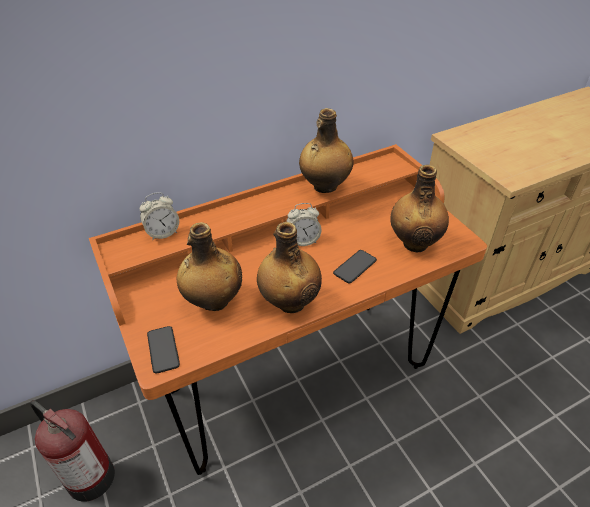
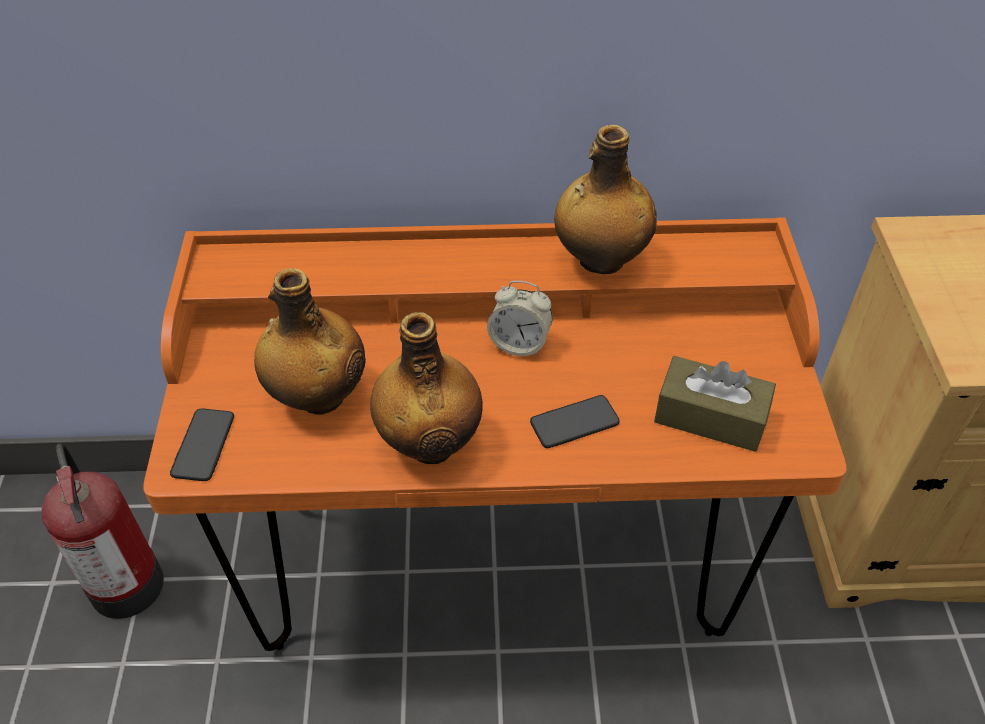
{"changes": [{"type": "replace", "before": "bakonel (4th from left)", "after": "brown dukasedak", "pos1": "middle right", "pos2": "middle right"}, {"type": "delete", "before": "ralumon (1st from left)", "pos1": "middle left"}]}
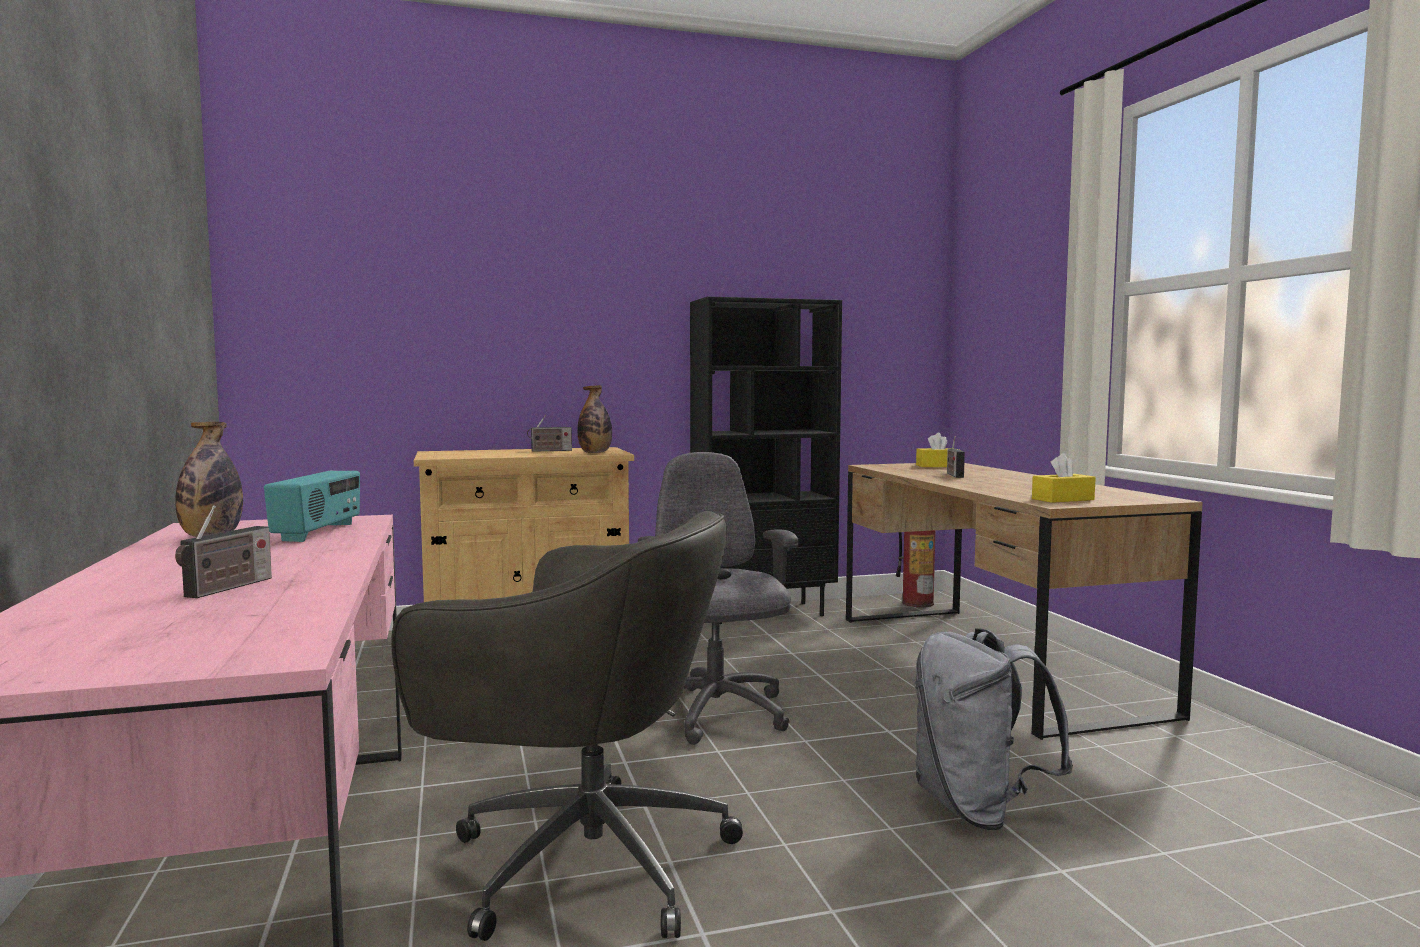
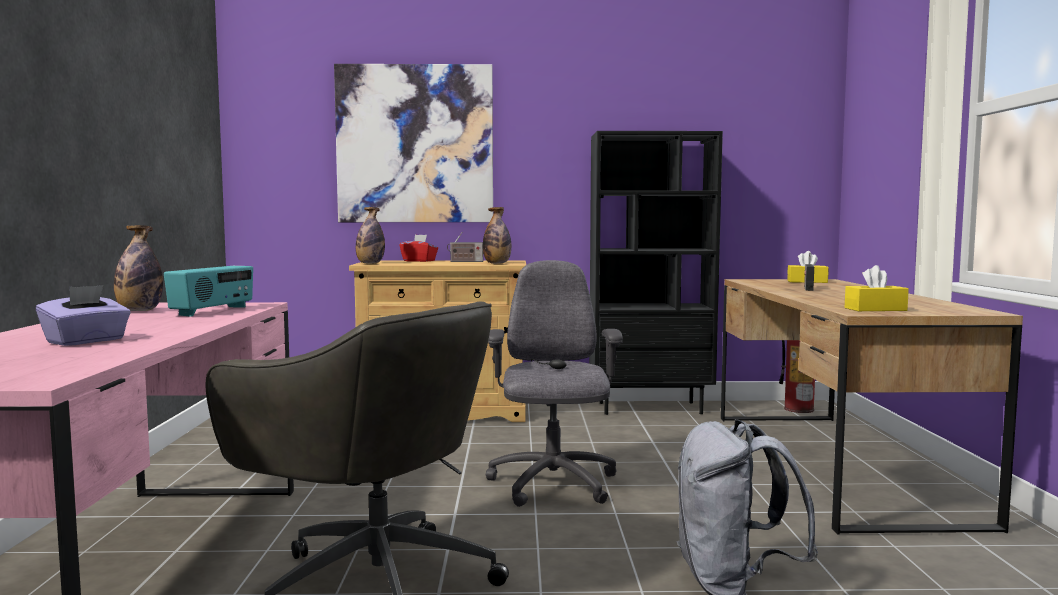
{"changes": [{"type": "replace", "before": "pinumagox (1st from left)", "after": "purple dukasedak", "pos1": "middle left", "pos2": "middle left"}, {"type": "insert", "after": "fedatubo", "pos2": "top centre"}, {"type": "insert", "after": "bakonel (2nd from left)", "pos2": "centre"}, {"type": "insert", "after": "red dukasedak", "pos2": "centre"}]}
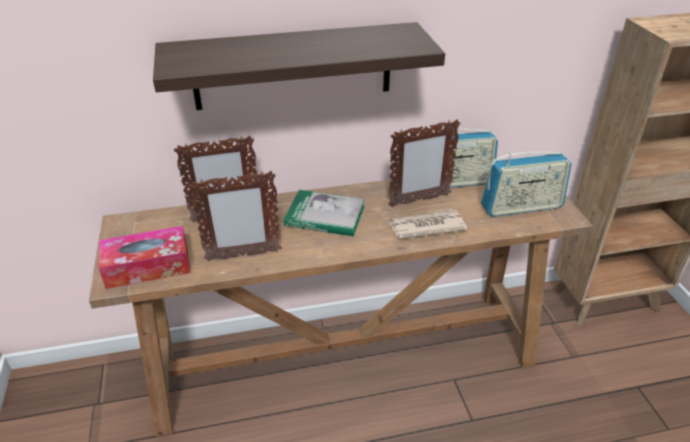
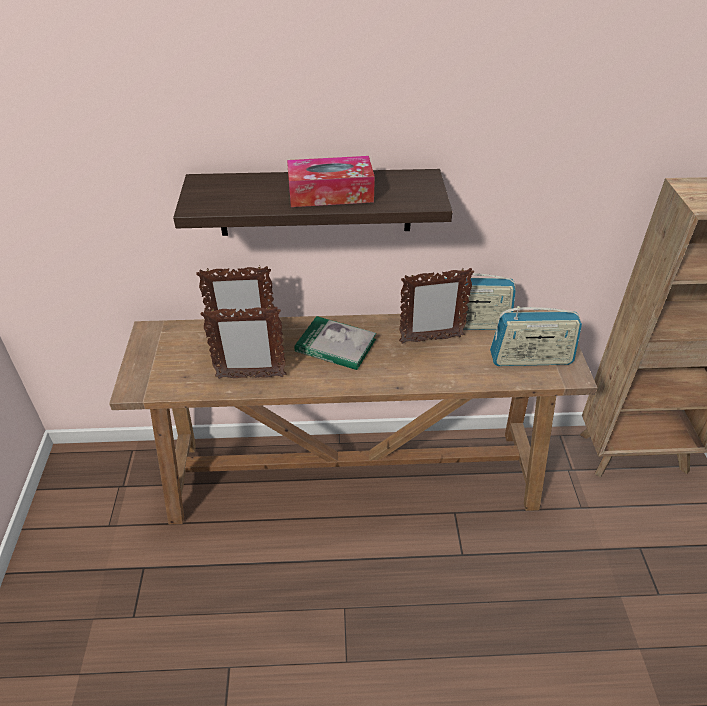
{"changes": [{"type": "delete", "before": "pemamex", "pos1": "centre"}, {"type": "move", "before": "dukasedak", "pos1": "middle left", "pos2": "top centre"}]}
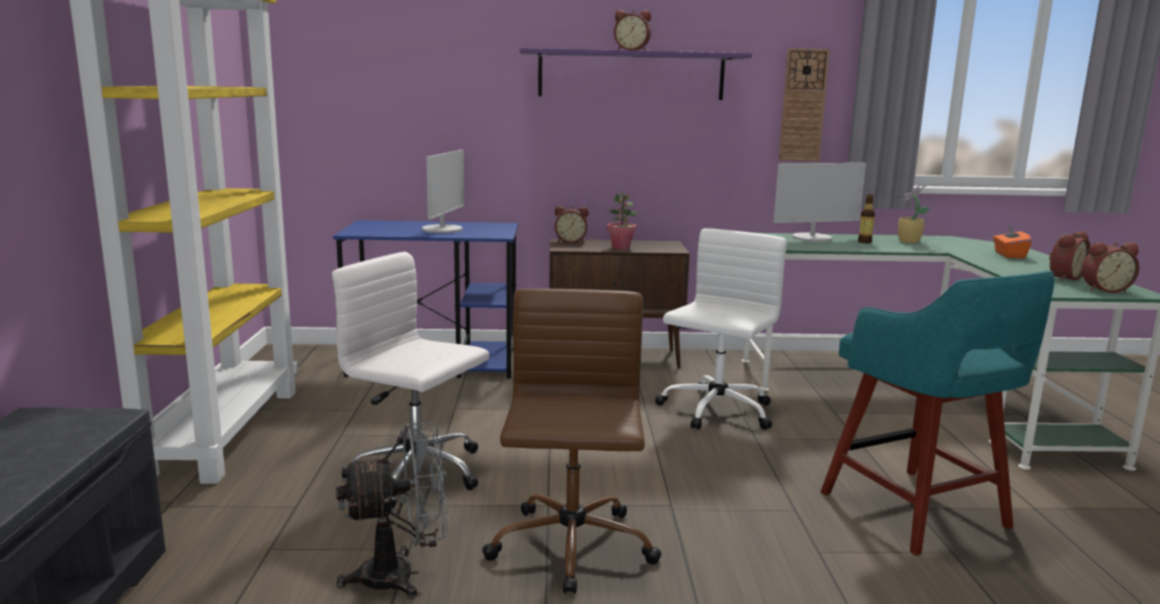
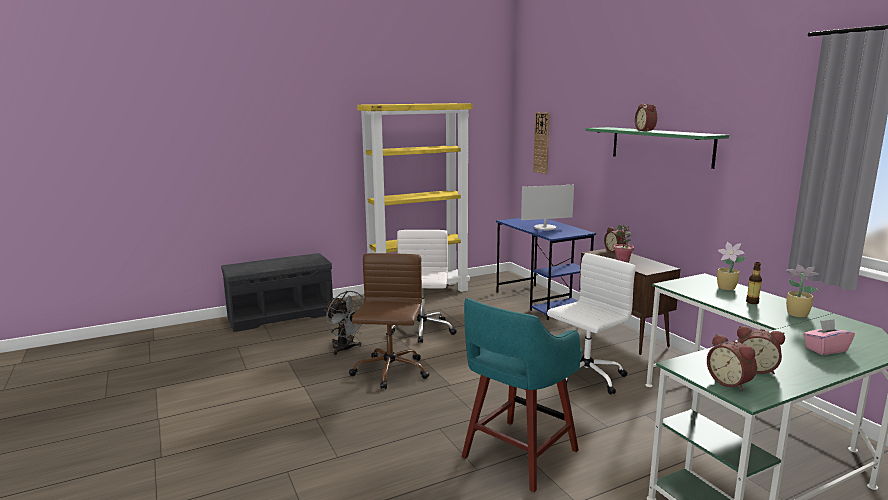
{"changes": [{"type": "recolor", "before": "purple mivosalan", "after": "green mivosalan", "pos1": "top centre", "pos2": "top right"}, {"type": "move", "before": "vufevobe", "pos1": "top right", "pos2": "top centre"}, {"type": "replace", "before": "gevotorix (2nd from left)", "after": "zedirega (2nd from left)", "pos1": "middle right", "pos2": "middle right"}, {"type": "recolor", "before": "orange dukasedak", "after": "pink dukasedak", "pos1": "middle right", "pos2": "bottom right"}, {"type": "rotate", "before": "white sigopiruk (2nd from left)", "pos1": "centre", "pos2": "centre", "turn": -45}, {"type": "rotate", "before": "brown sigopiruk", "pos1": "bottom centre", "pos2": "centre", "turn": -60}]}
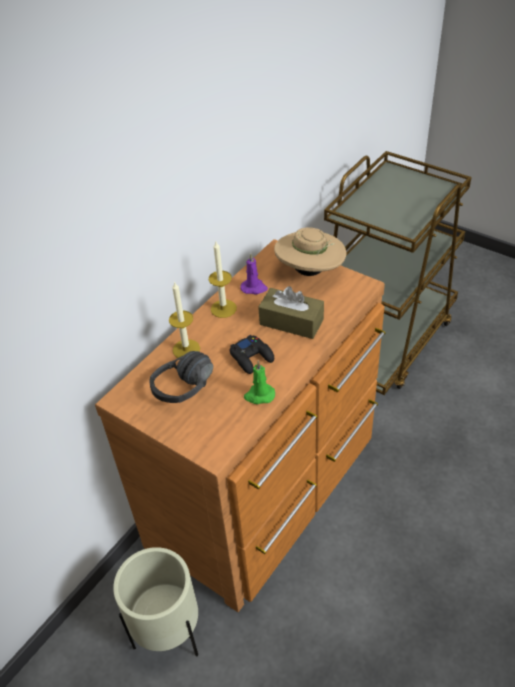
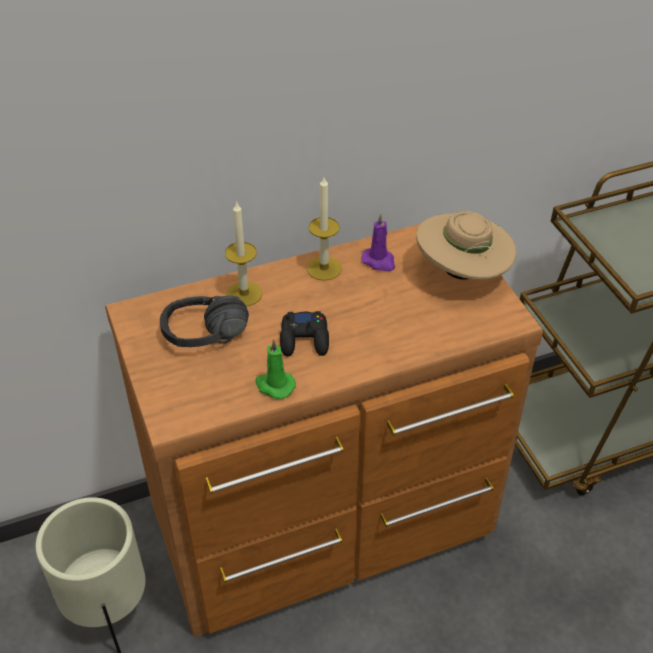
{"changes": [{"type": "delete", "before": "brown dukasedak", "pos1": "centre"}]}
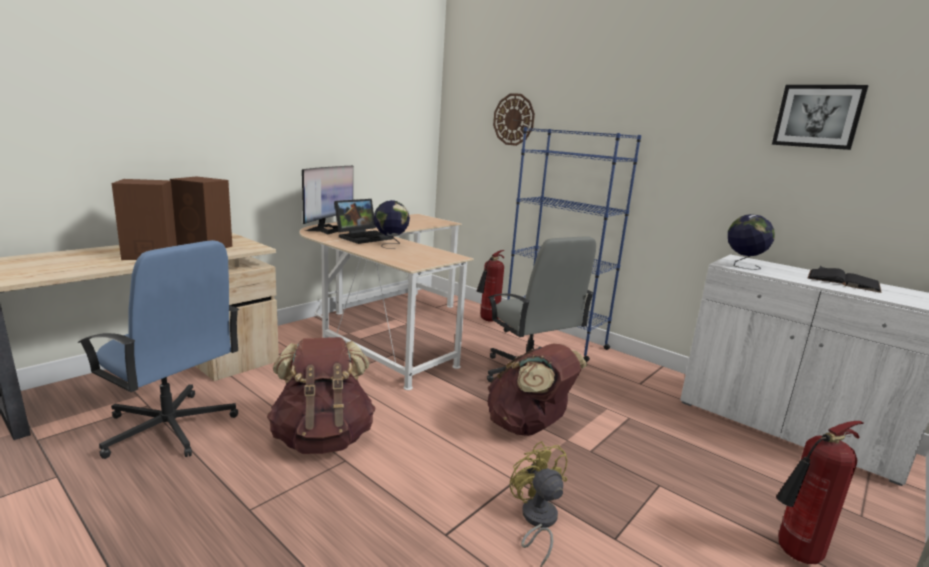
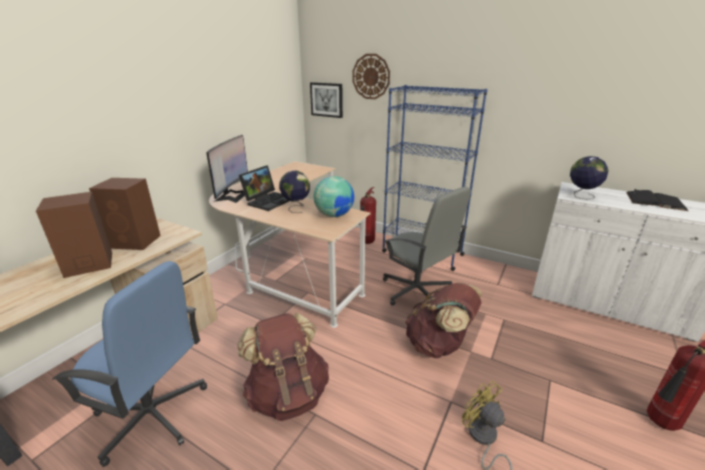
{"changes": [{"type": "move", "before": "fedatubo", "pos1": "top right", "pos2": "top centre"}, {"type": "insert", "after": "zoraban (2nd from left)", "pos2": "centre"}]}
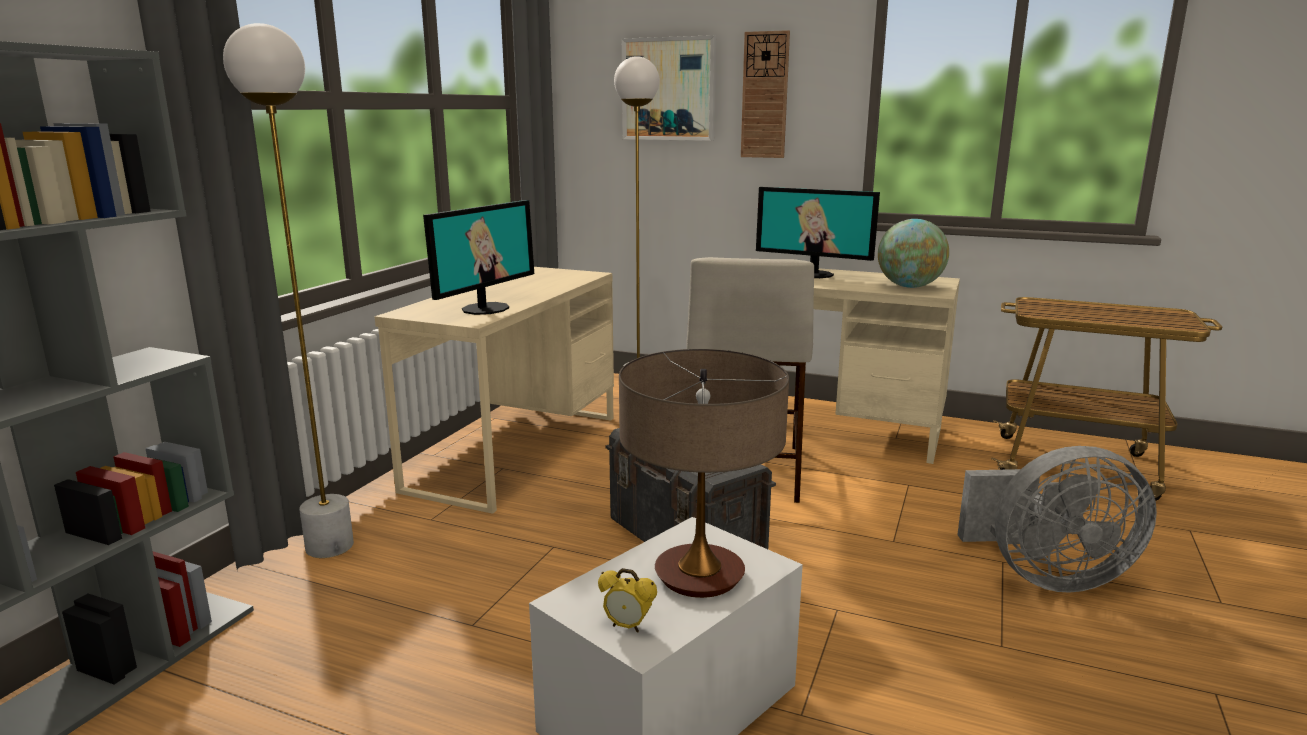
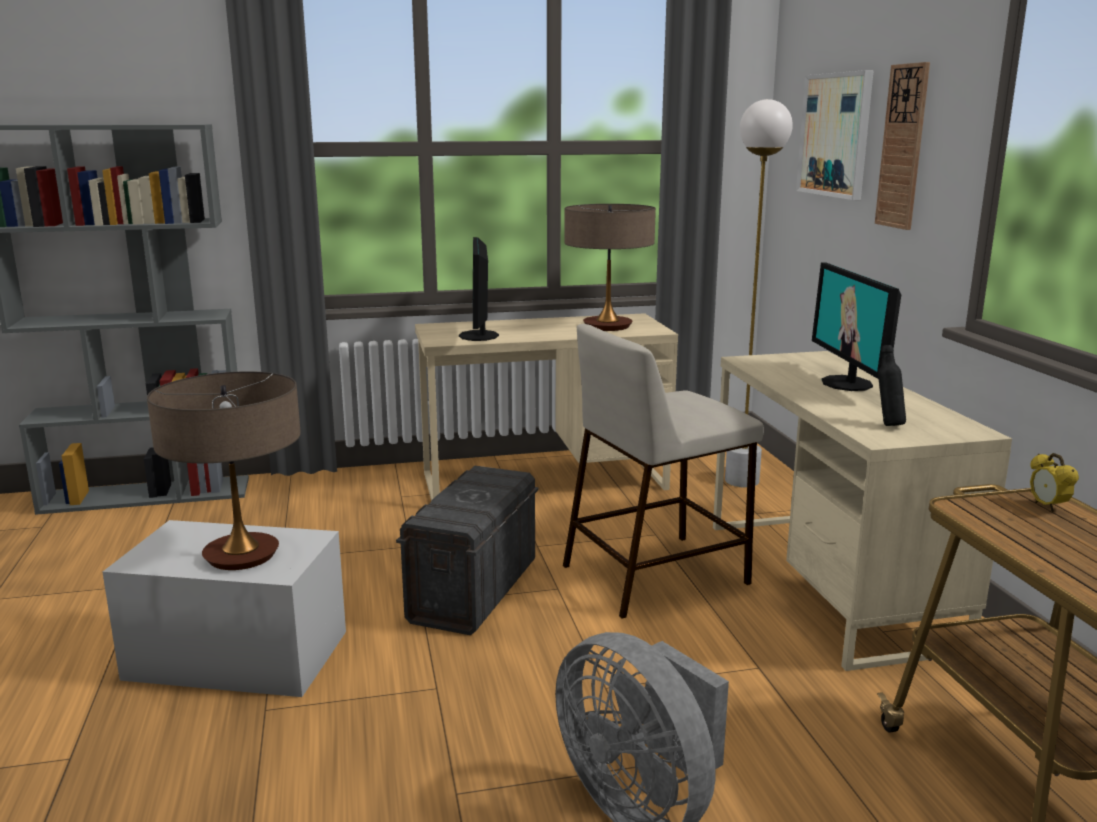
{"changes": [{"type": "delete", "before": "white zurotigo (1st from left)", "pos1": "middle left"}, {"type": "rotate", "before": "gevotorix (1st from left)", "pos1": "centre", "pos2": "centre", "turn": 90}, {"type": "replace", "before": "zoraban", "after": "black bakonel", "pos1": "middle right", "pos2": "middle right"}, {"type": "move", "before": "ralumon", "pos1": "bottom centre", "pos2": "middle right"}, {"type": "insert", "after": "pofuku (2nd from left)", "pos2": "top centre"}]}
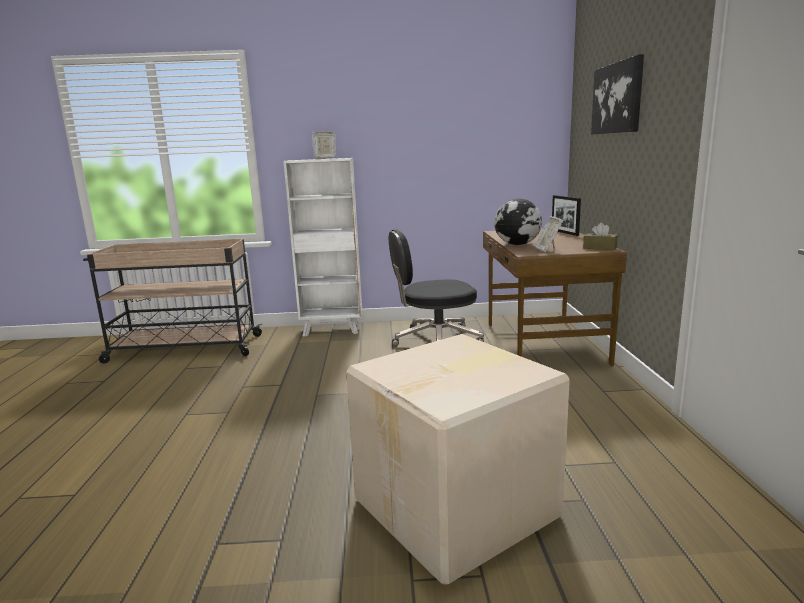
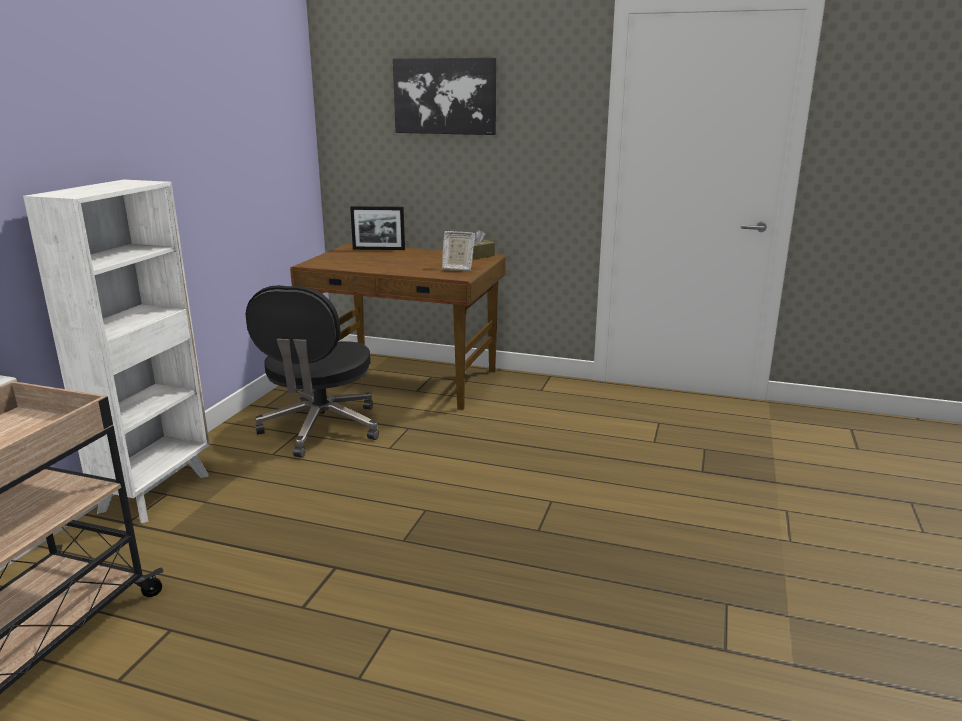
{"changes": [{"type": "delete", "before": "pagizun (1st from left)", "pos1": "top centre"}, {"type": "delete", "before": "zoraban", "pos1": "centre"}, {"type": "delete", "before": "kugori", "pos1": "bottom centre"}]}
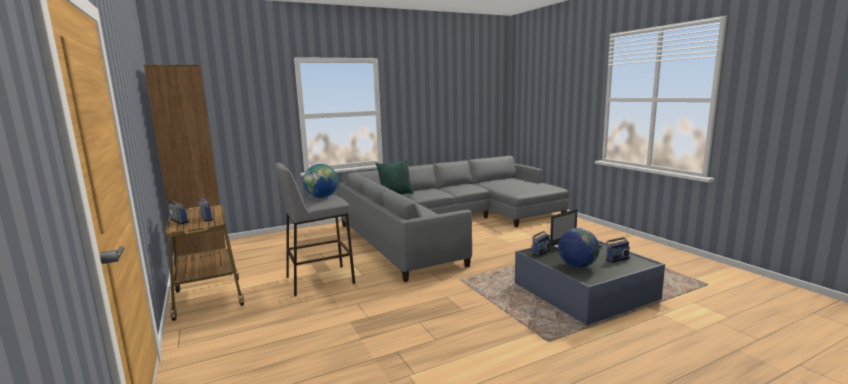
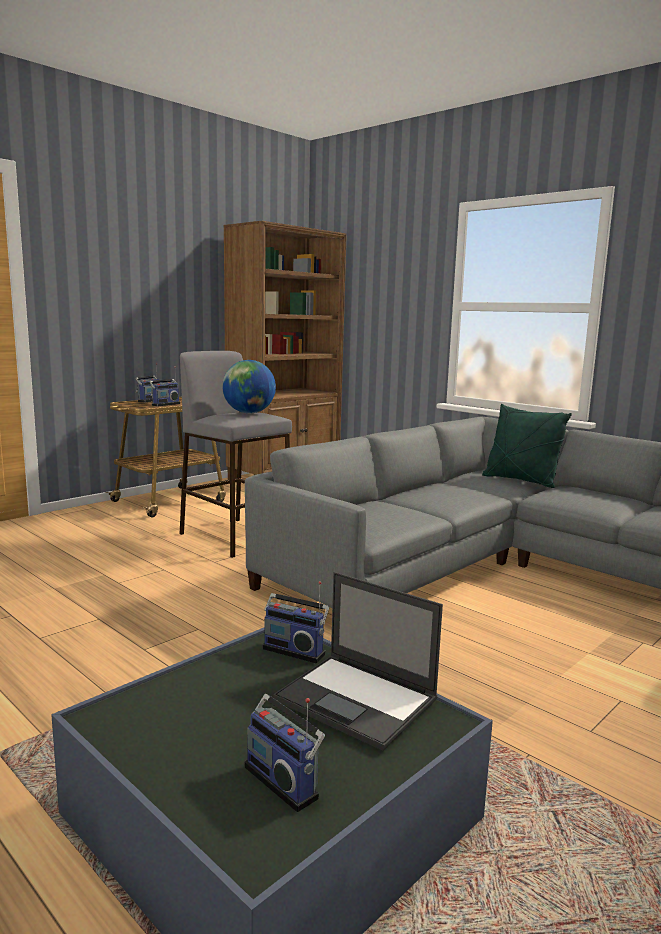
{"changes": [{"type": "delete", "before": "zoraban (2nd from left)", "pos1": "middle right"}]}
